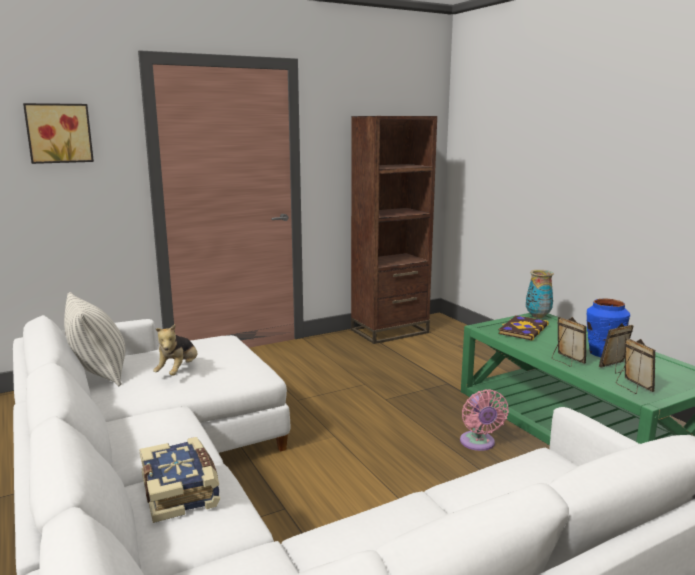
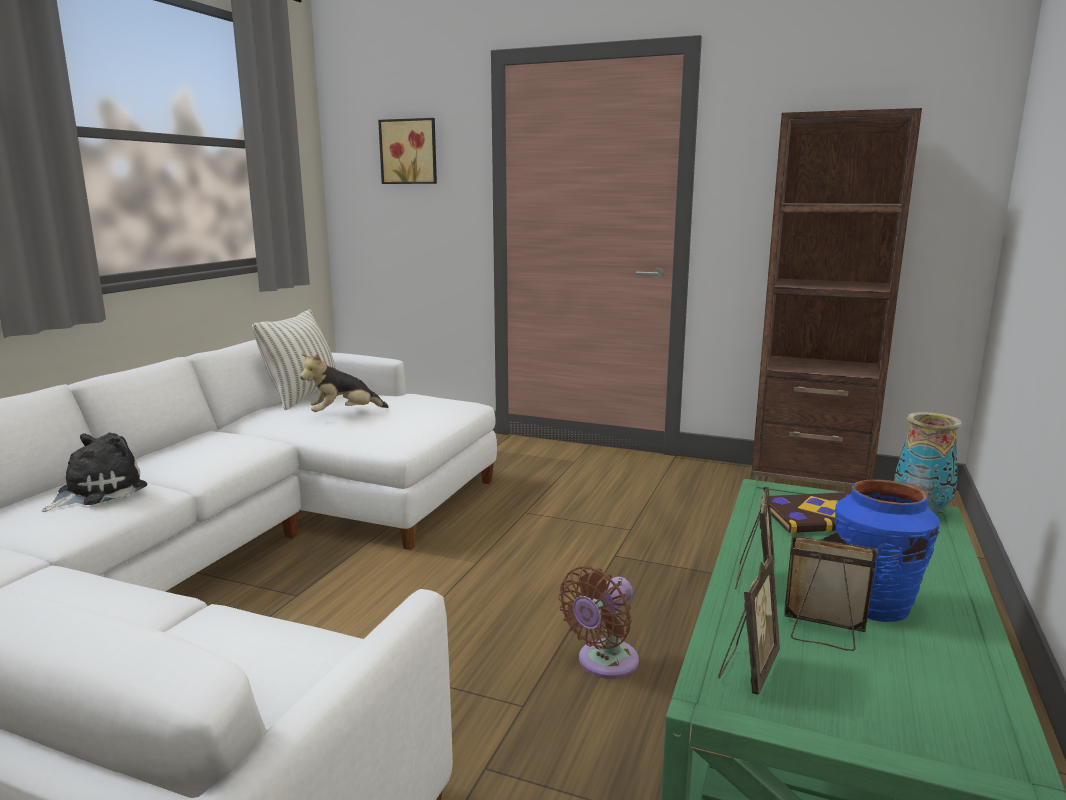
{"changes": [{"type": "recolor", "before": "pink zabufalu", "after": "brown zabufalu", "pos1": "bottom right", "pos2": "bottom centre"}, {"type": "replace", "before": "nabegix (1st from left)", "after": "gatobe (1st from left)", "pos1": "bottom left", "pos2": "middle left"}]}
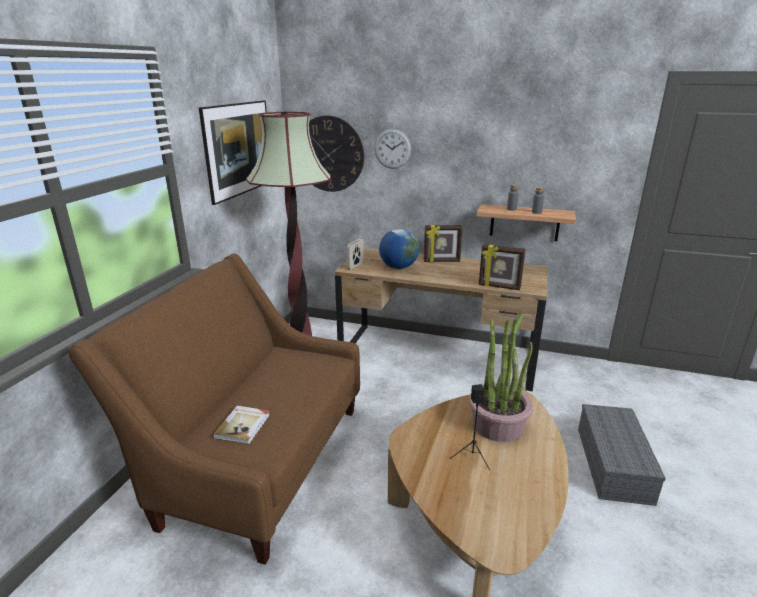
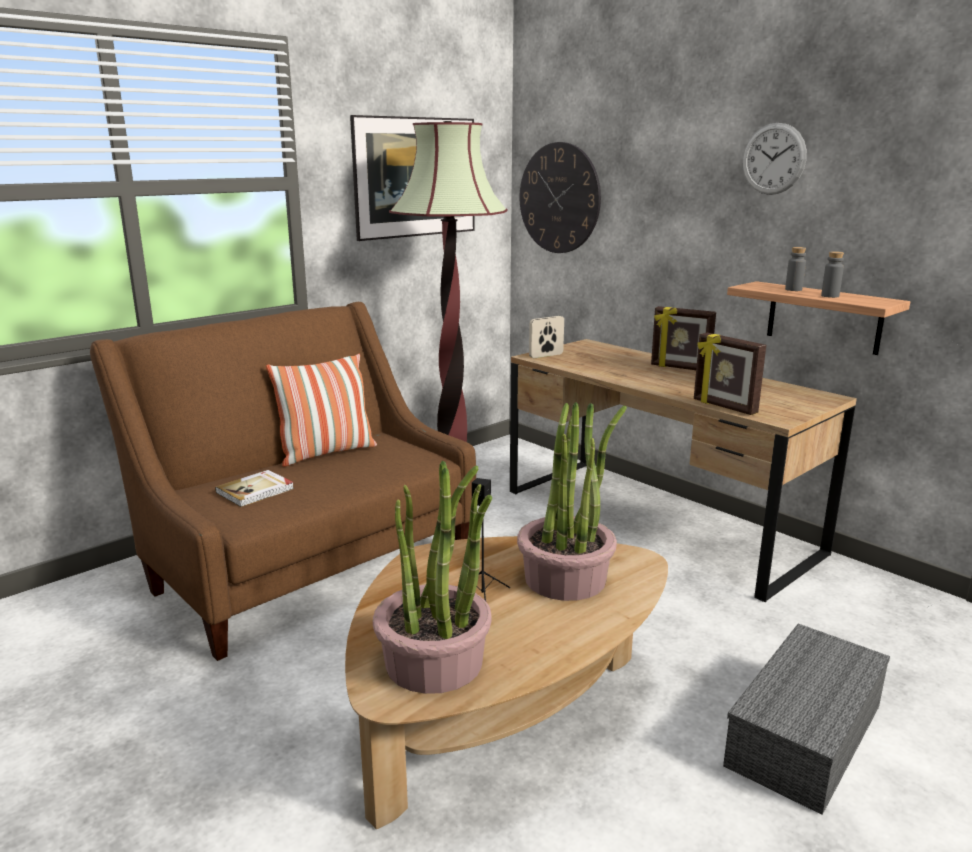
{"changes": [{"type": "move", "before": "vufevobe (2nd from left)", "pos1": "top centre", "pos2": "top right"}, {"type": "delete", "before": "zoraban", "pos1": "centre"}, {"type": "insert", "after": "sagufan", "pos2": "middle left"}, {"type": "insert", "after": "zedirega (1st from left)", "pos2": "bottom centre"}]}
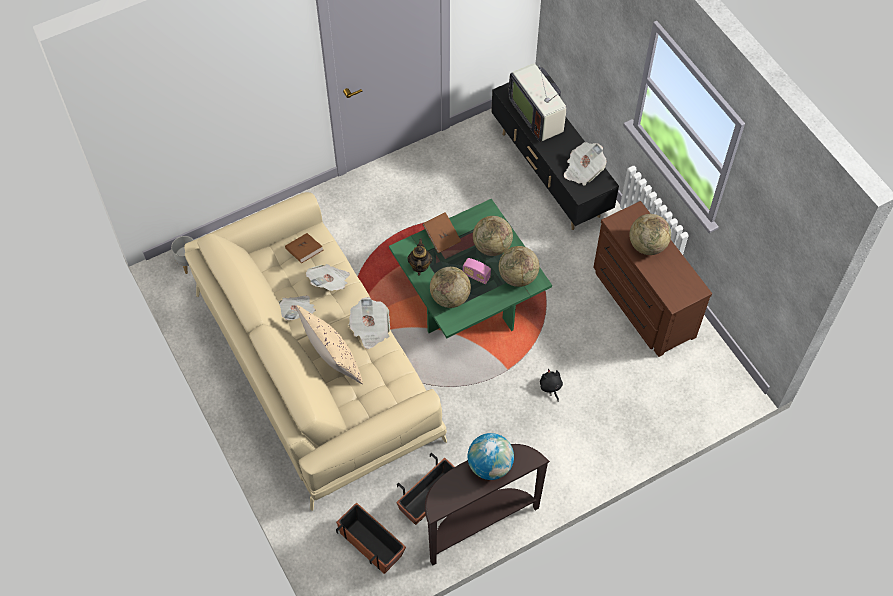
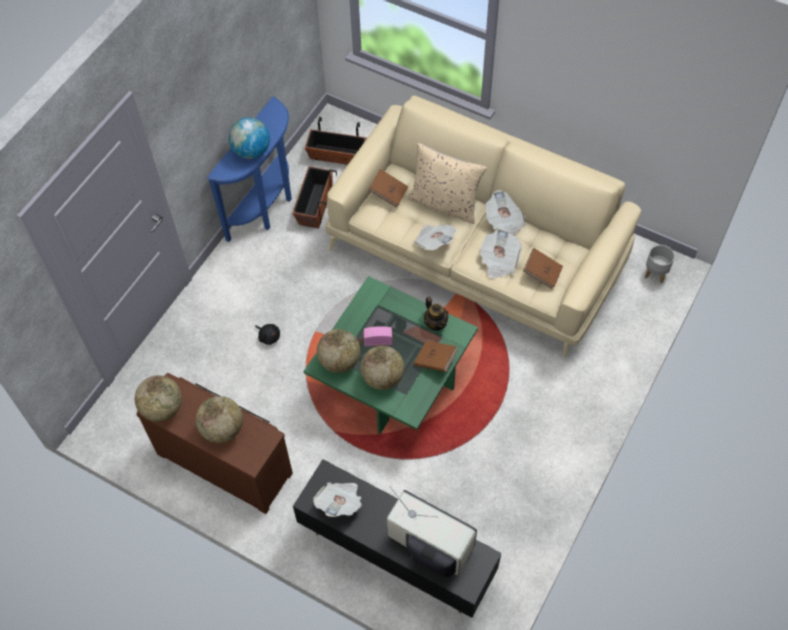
{"changes": [{"type": "move", "before": "zoraban (1st from left)", "pos1": "centre", "pos2": "middle left"}, {"type": "recolor", "before": "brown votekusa", "after": "blue votekusa", "pos1": "bottom centre", "pos2": "top left"}, {"type": "insert", "after": "brown nabegix (1st from left)", "pos2": "top centre"}]}
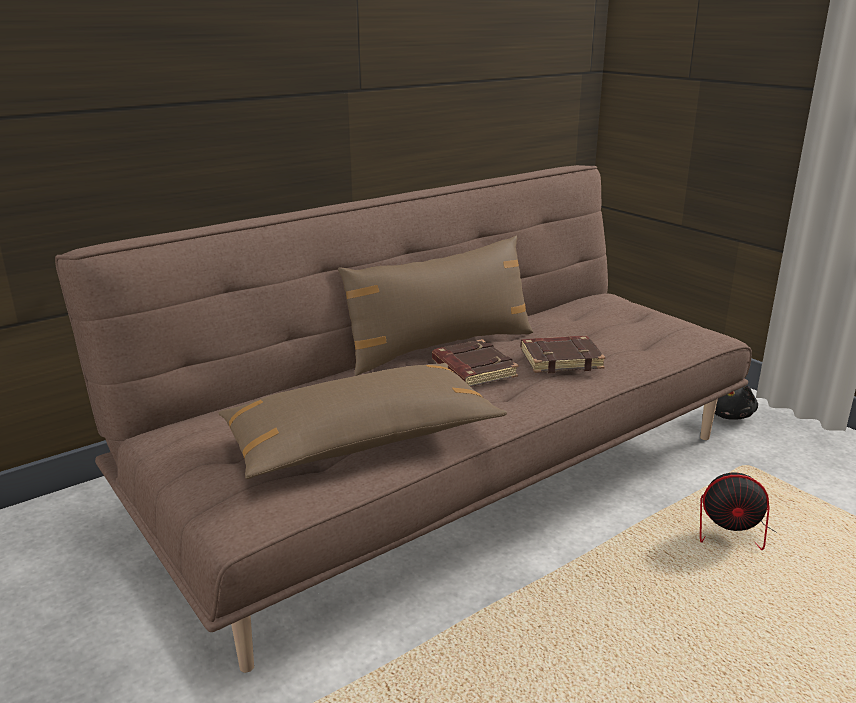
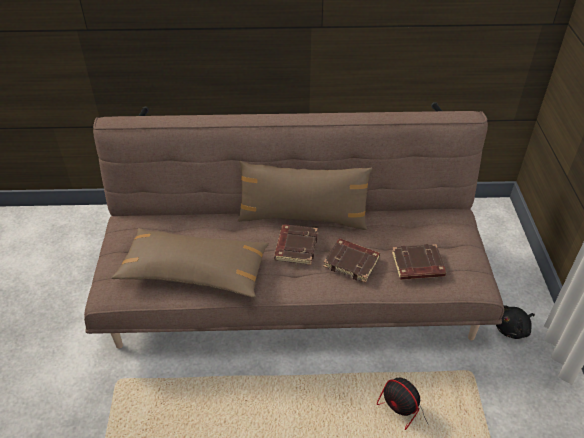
{"changes": [{"type": "insert", "after": "brown nabegix (3rd from left)", "pos2": "middle right"}]}
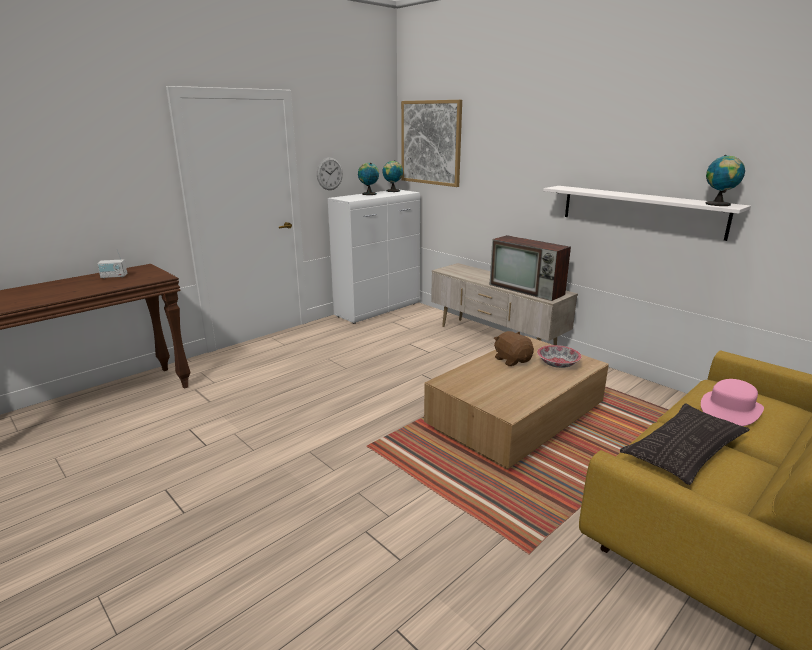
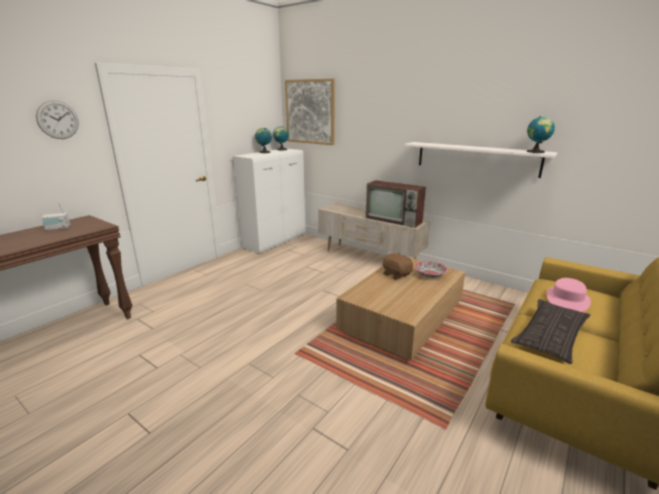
{"changes": [{"type": "move", "before": "vufevobe", "pos1": "top centre", "pos2": "top left"}]}
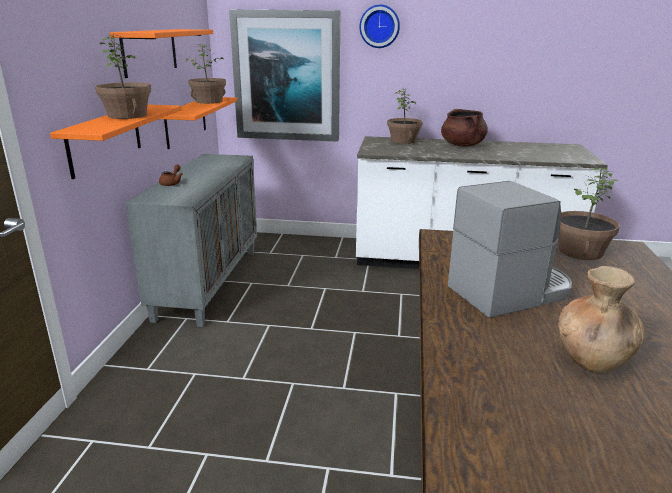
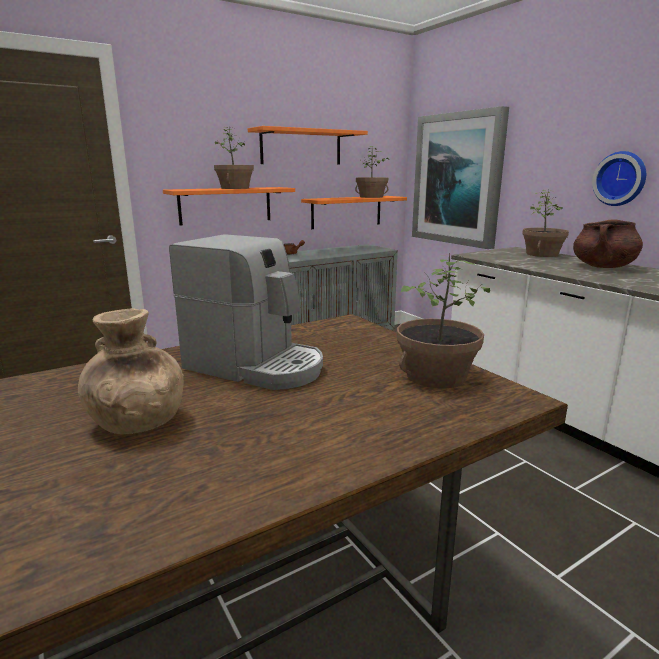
{"changes": [{"type": "move", "before": "vufevobe", "pos1": "top centre", "pos2": "top right"}]}
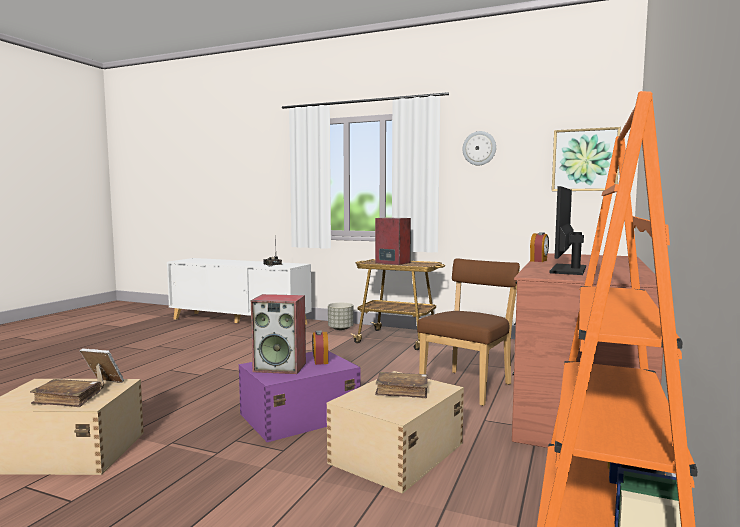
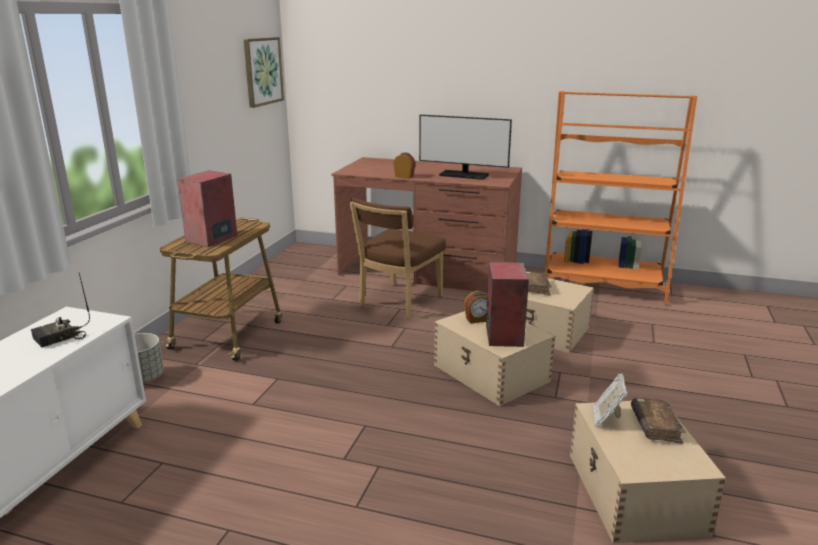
{"changes": [{"type": "delete", "before": "vufevobe", "pos1": "top centre"}, {"type": "rotate", "before": "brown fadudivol", "pos1": "centre", "pos2": "centre", "turn": -90}, {"type": "recolor", "before": "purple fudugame", "after": "beige fudugame (1st from left)", "pos1": "bottom centre", "pos2": "centre"}]}
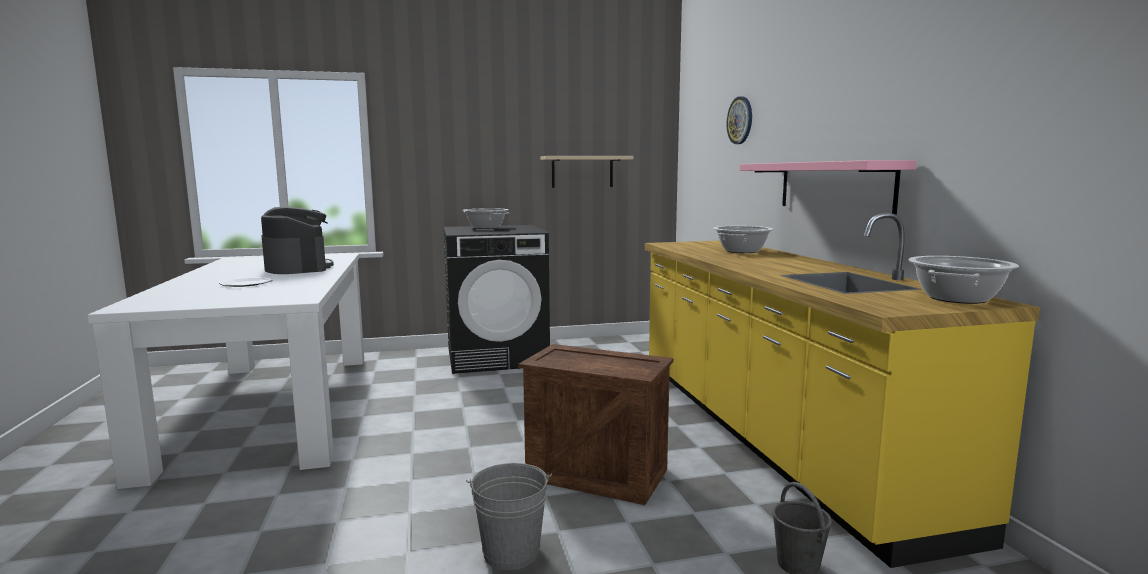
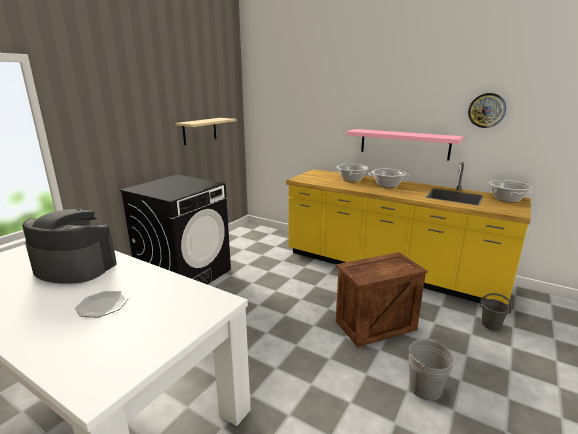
{"changes": [{"type": "move", "before": "vufevobe", "pos1": "top centre", "pos2": "top right"}, {"type": "move", "before": "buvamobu (1st from left in the first image)", "after": "buvamobu (2nd from left)", "pos1": "centre", "pos2": "middle right"}]}
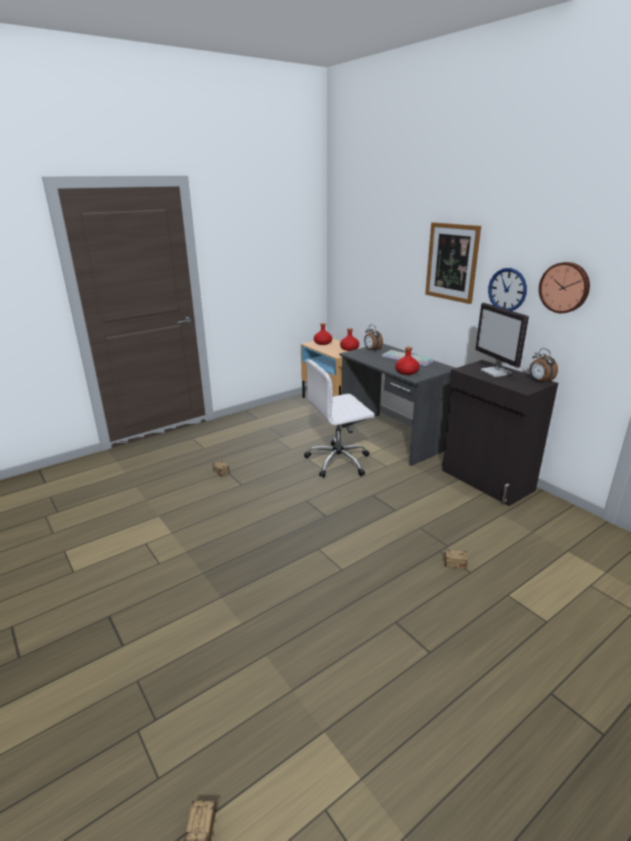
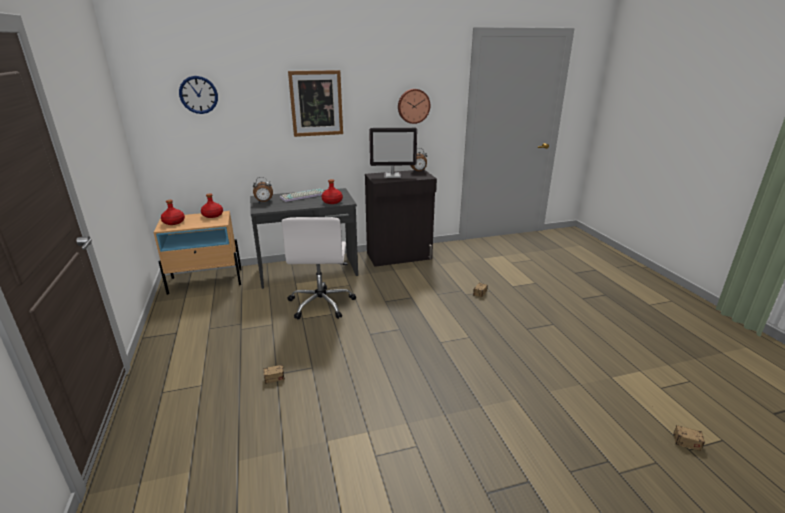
{"changes": [{"type": "move", "before": "vufevobe (1st from left)", "pos1": "middle right", "pos2": "top left"}]}
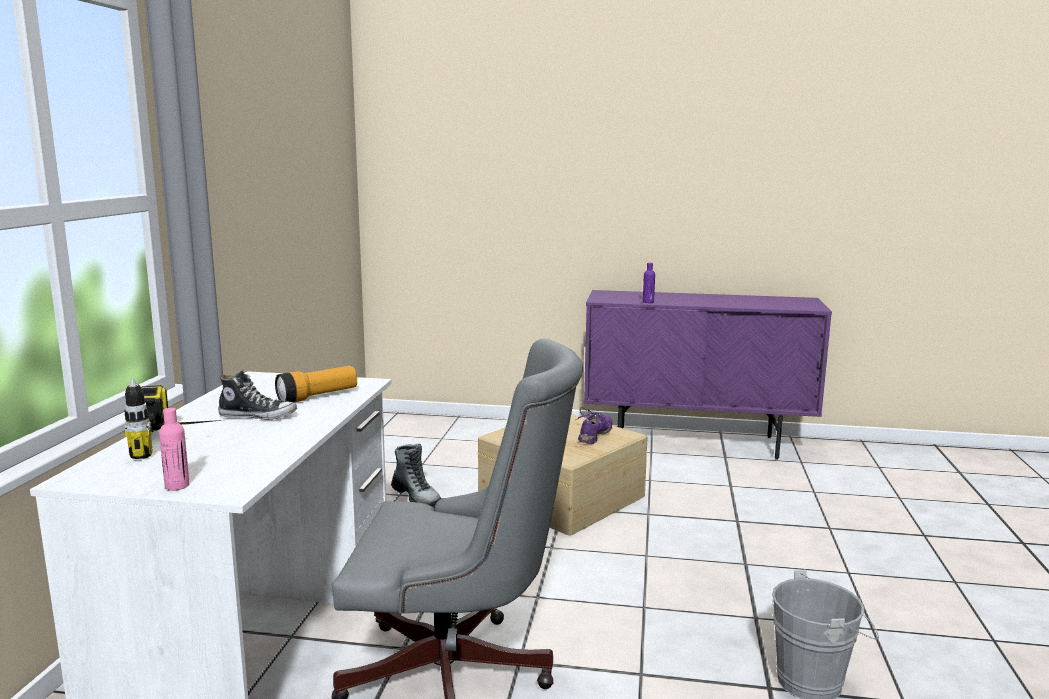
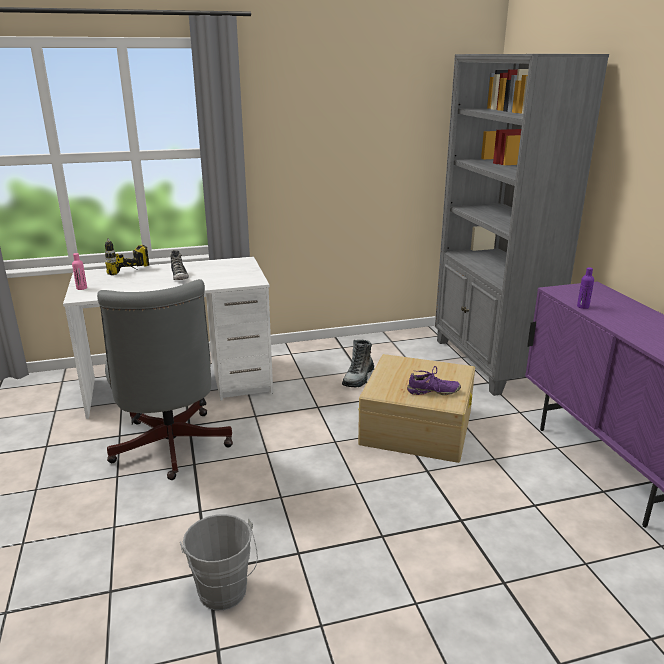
{"changes": [{"type": "delete", "before": "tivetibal", "pos1": "middle left"}, {"type": "insert", "after": "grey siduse", "pos2": "middle right"}]}
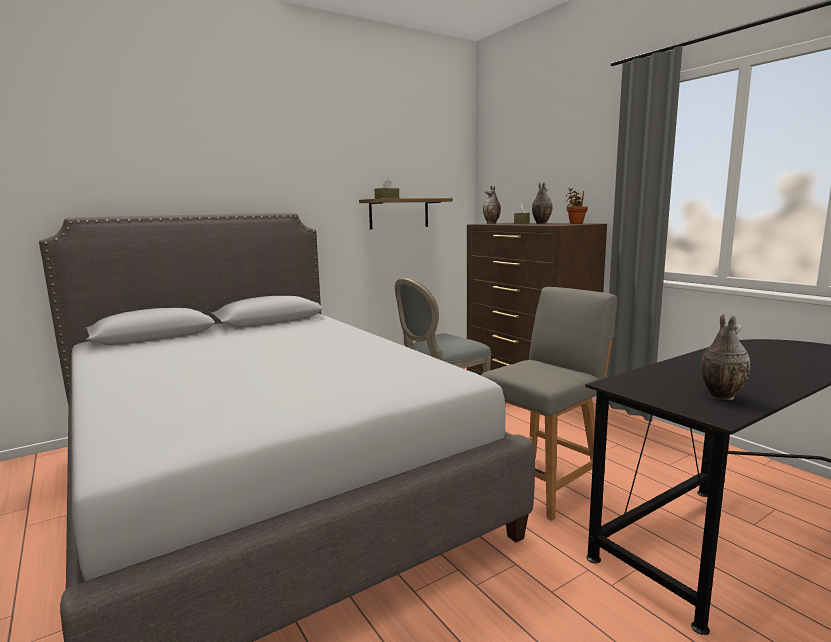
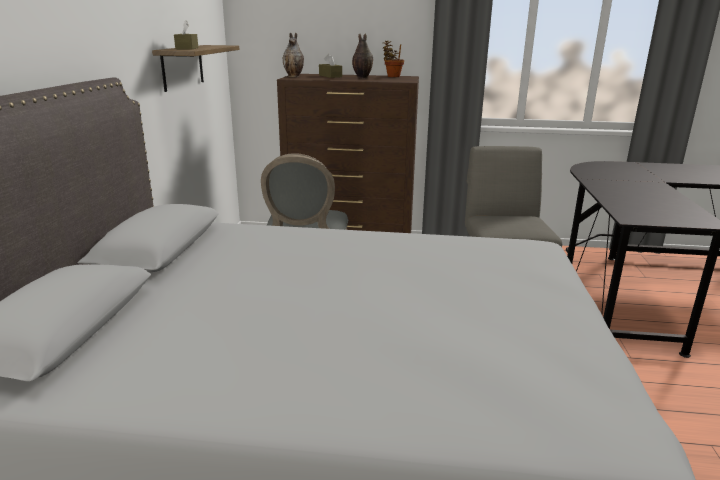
{"changes": [{"type": "delete", "before": "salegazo (3rd from left)", "pos1": "middle right"}]}
